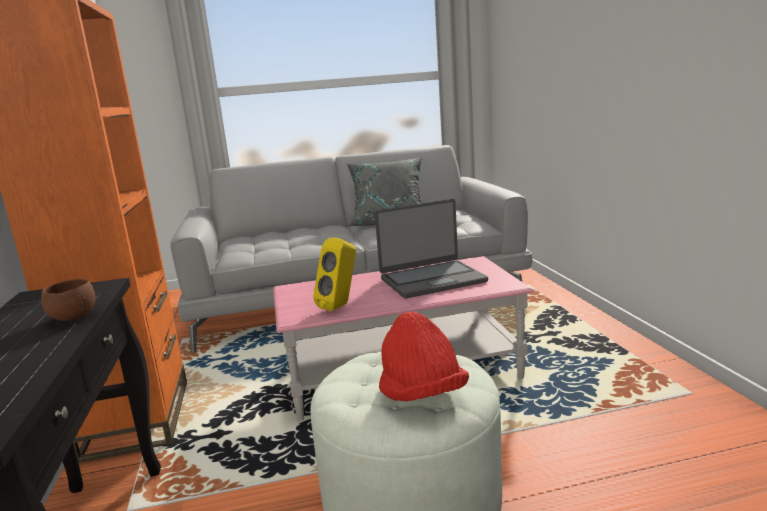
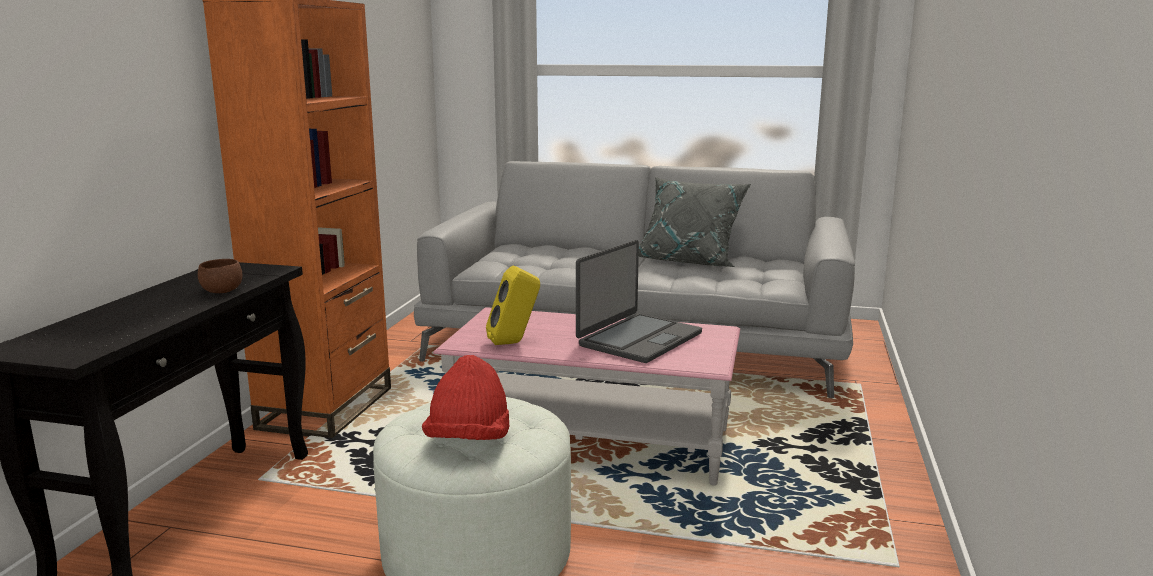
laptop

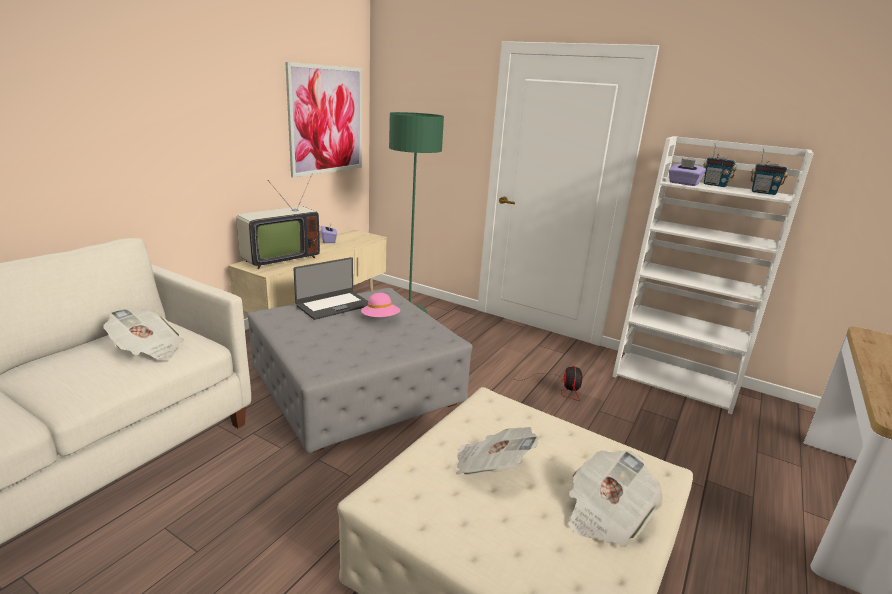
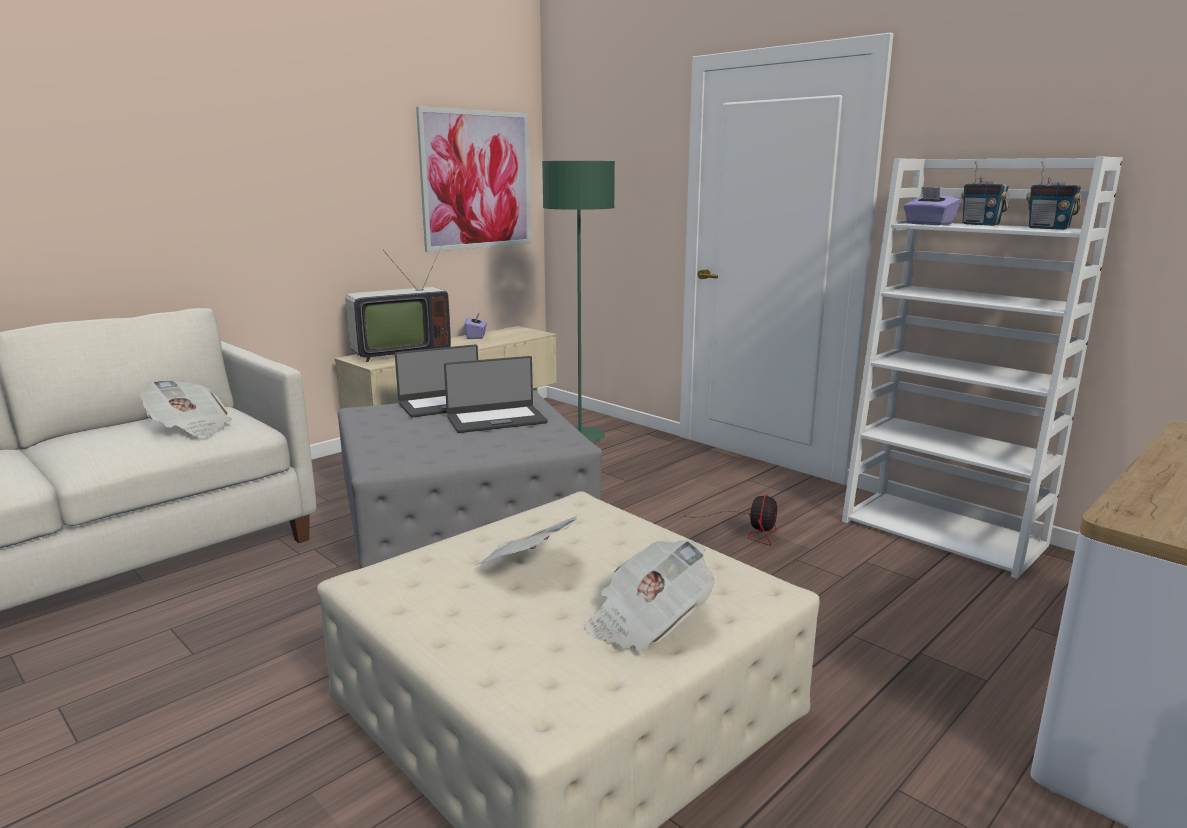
laptop (no. 2 from left)

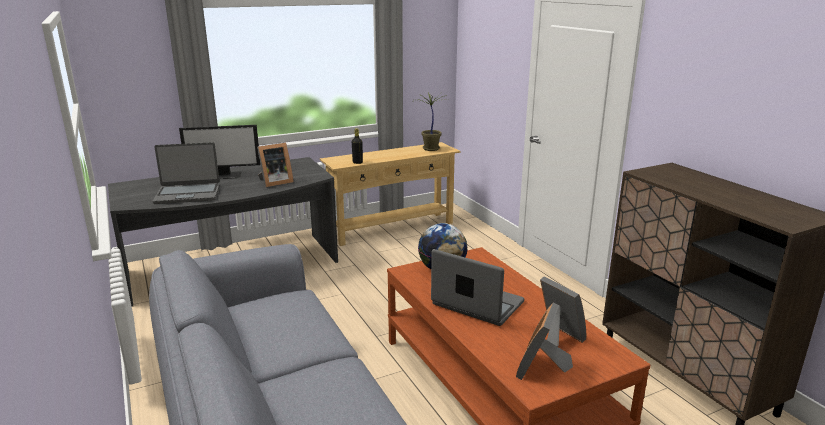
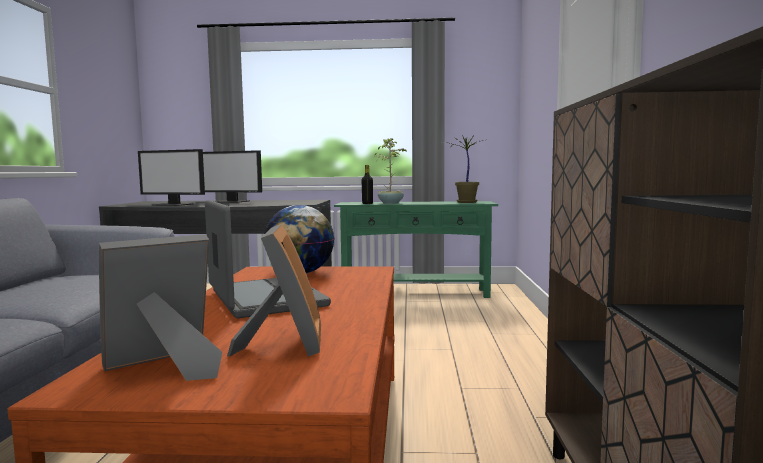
monitor (no. 1 from left)
console table in green
picture frame (no. 1 from left in the first image)
potted plant (no. 1 from left)

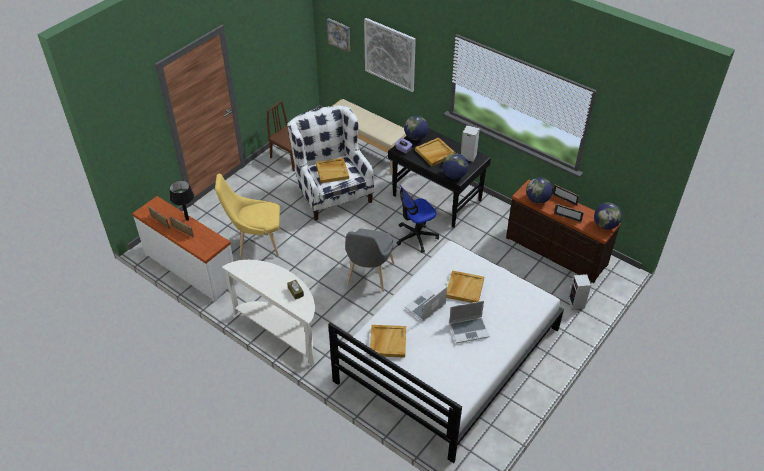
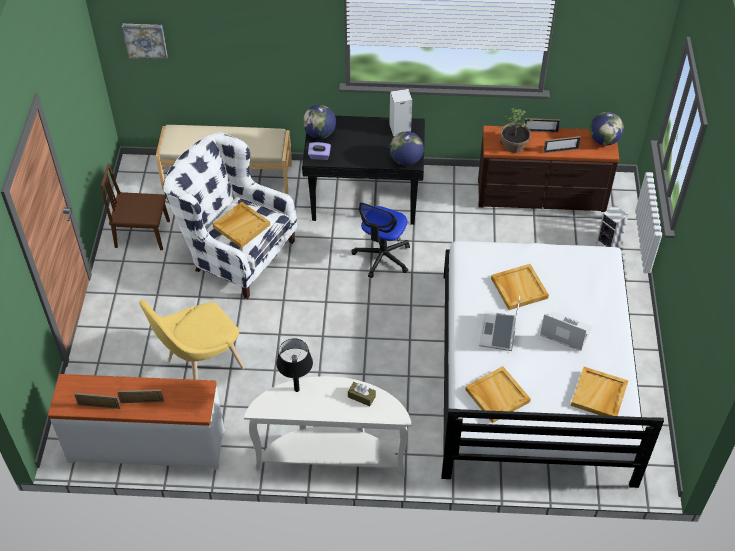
picture (no. 2 from left in the first image)
tray in beige (no. 4 from left)
potted plant
table lamp in black
chair in grey
laptop (no. 2 from left)

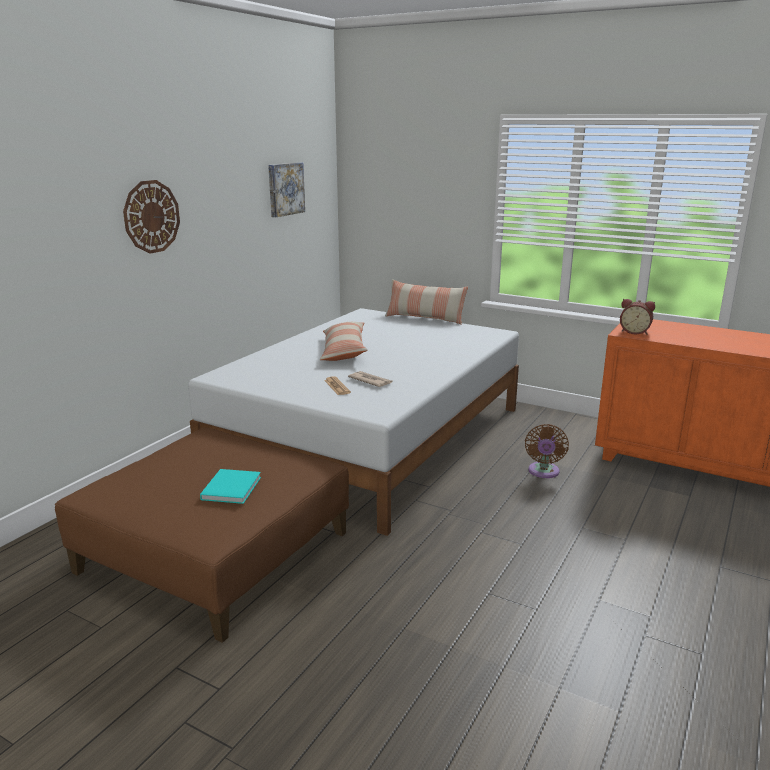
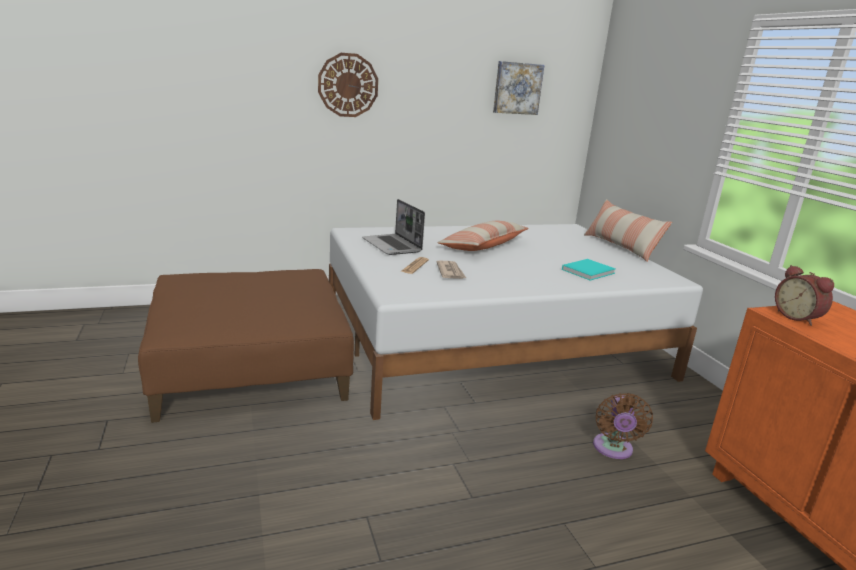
fan in brown
book in turquoise
laptop

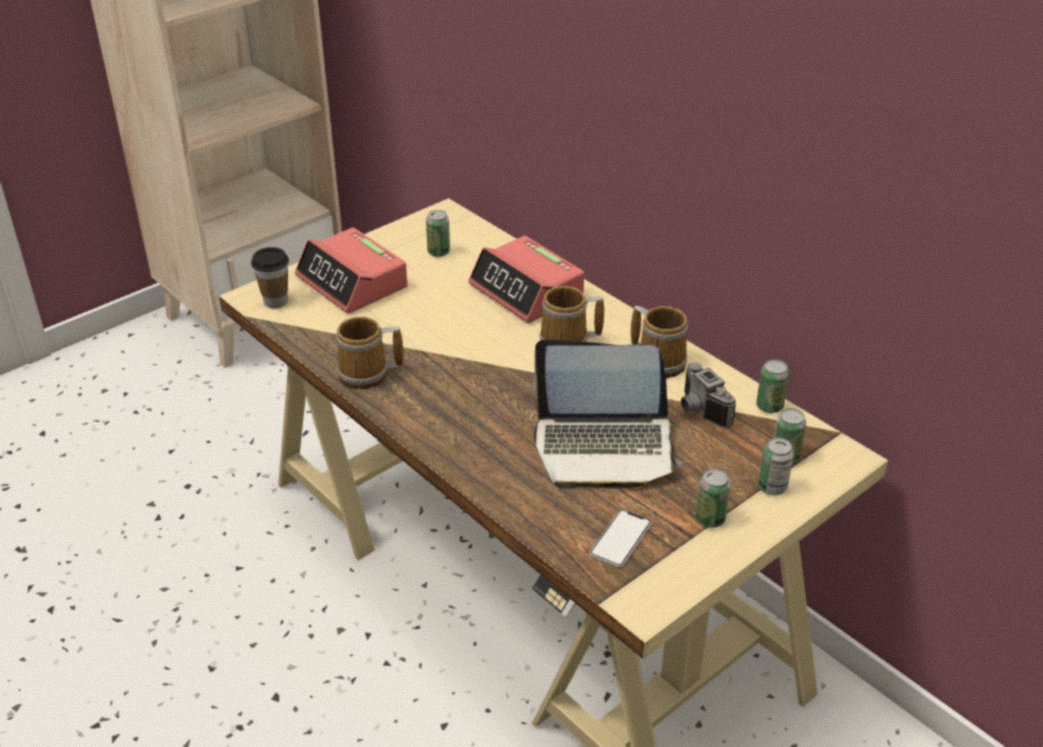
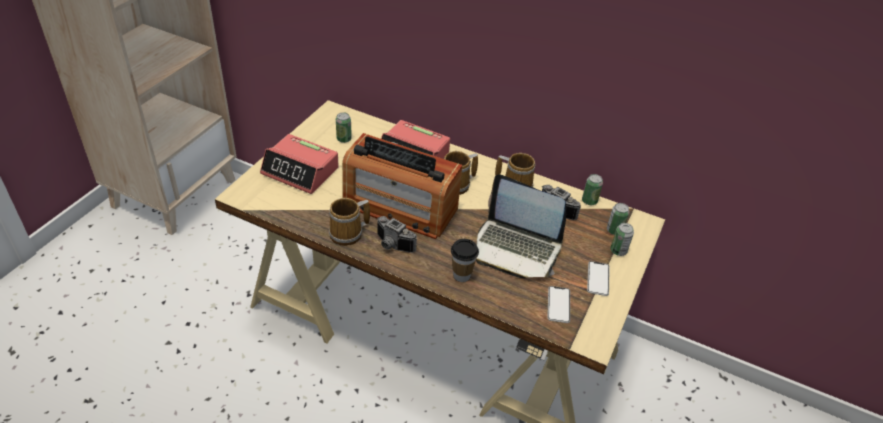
cup
laptop
phone (no. 2 from left)
radio
photo camera (no. 1 from left)

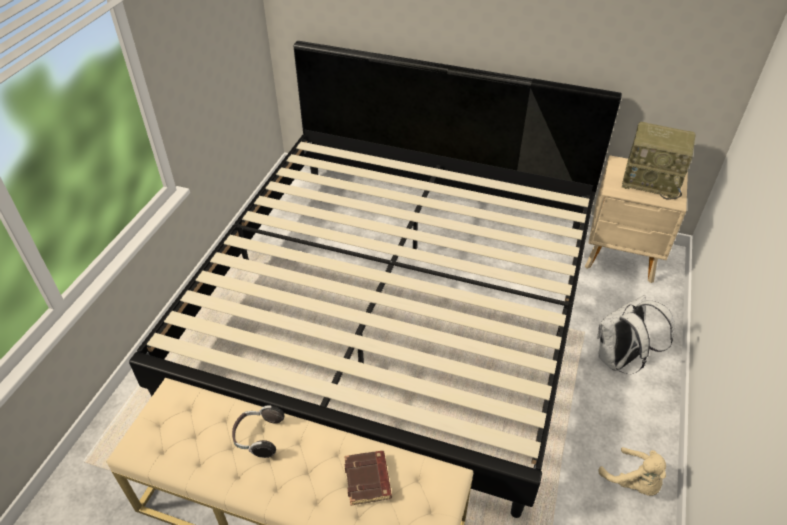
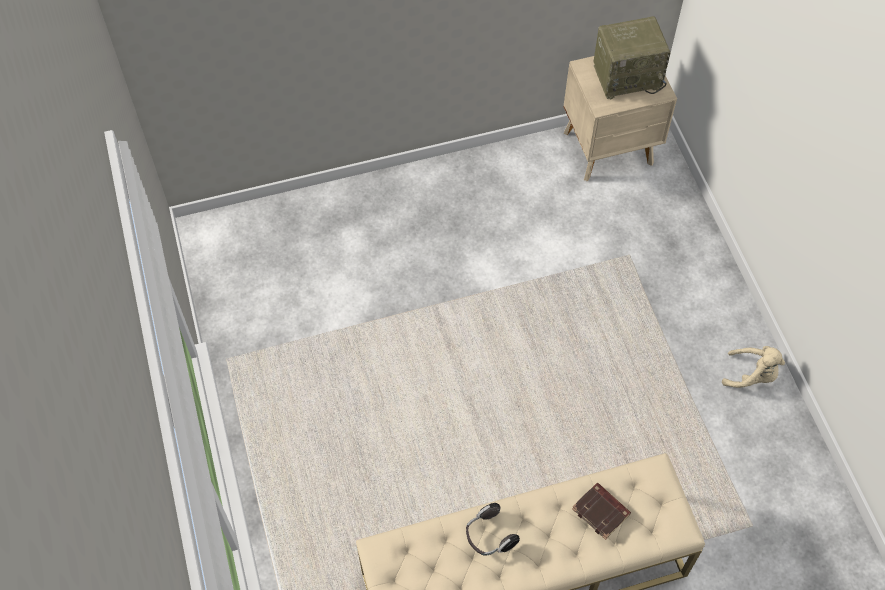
bed
backpack in white

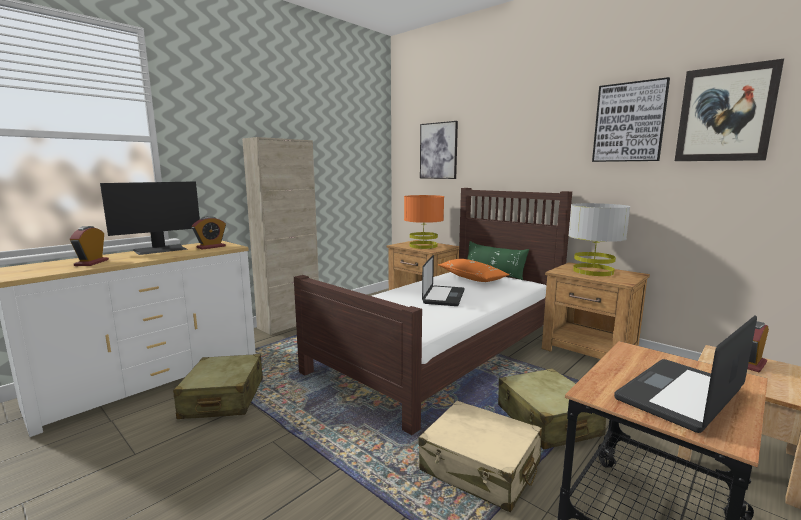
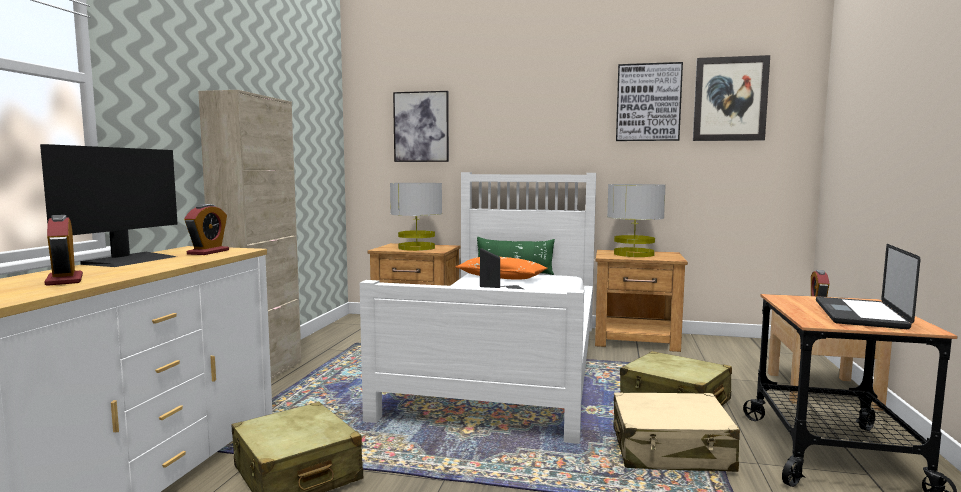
bed in white
table lamp in grey (no. 1 from left)

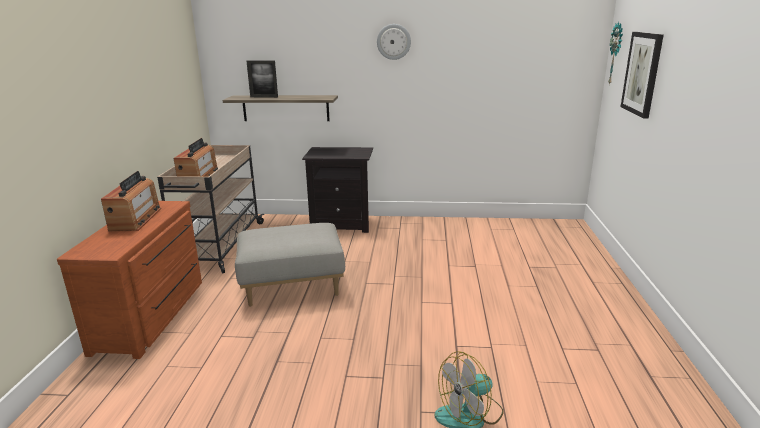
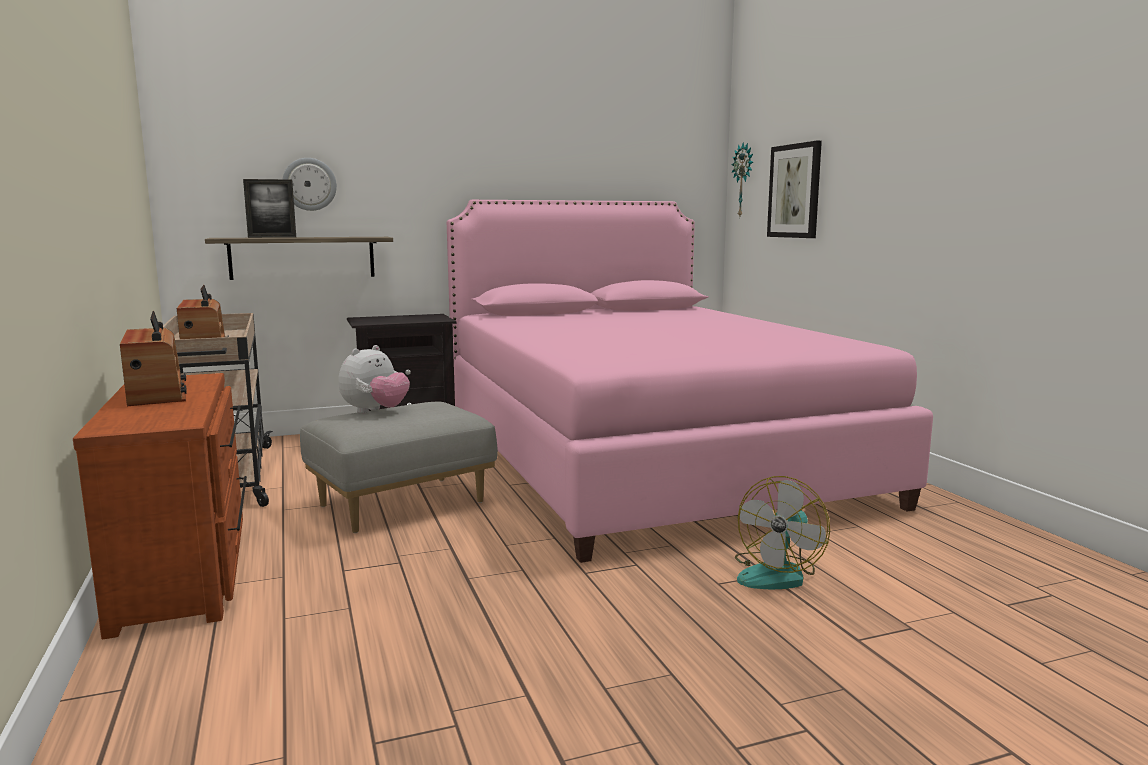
wall clock (no. 1 from left)
bed in pink
plush toy

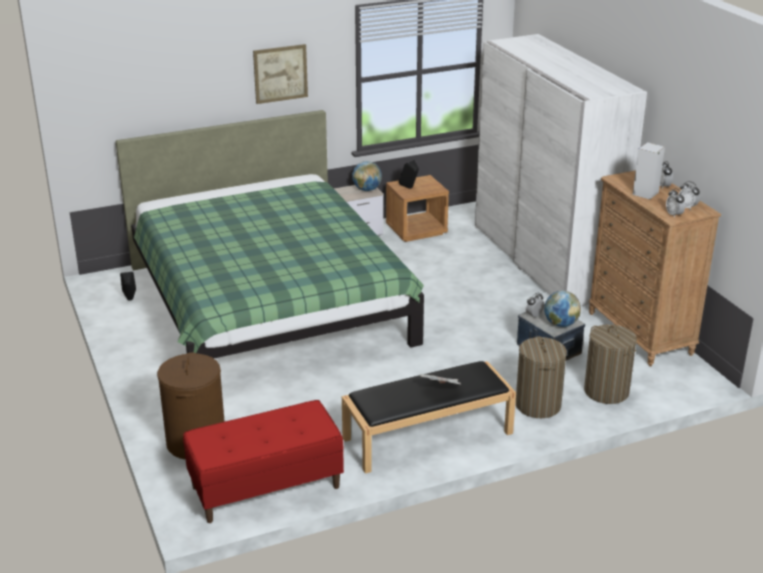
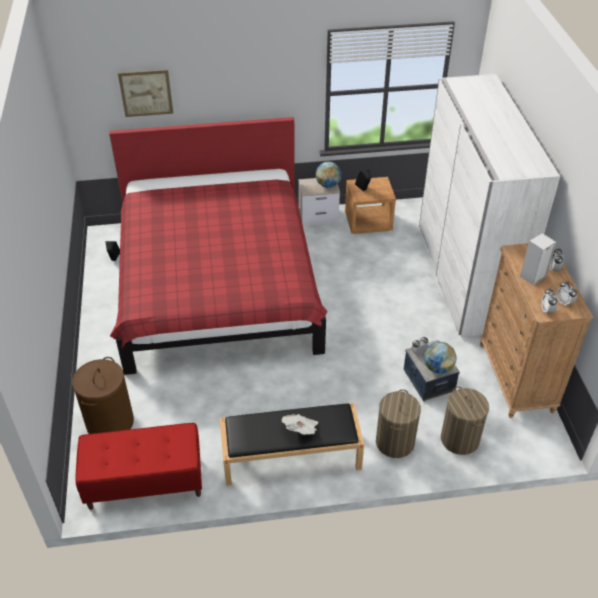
picture
bed in red

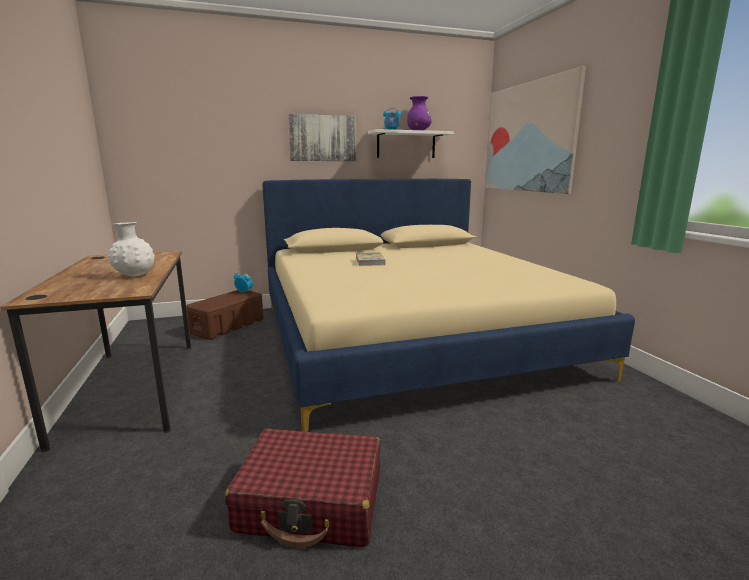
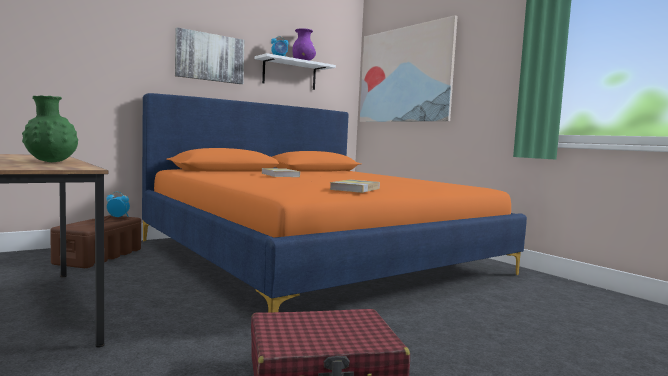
bed in orange
vase in green
book (no. 2 from left)

